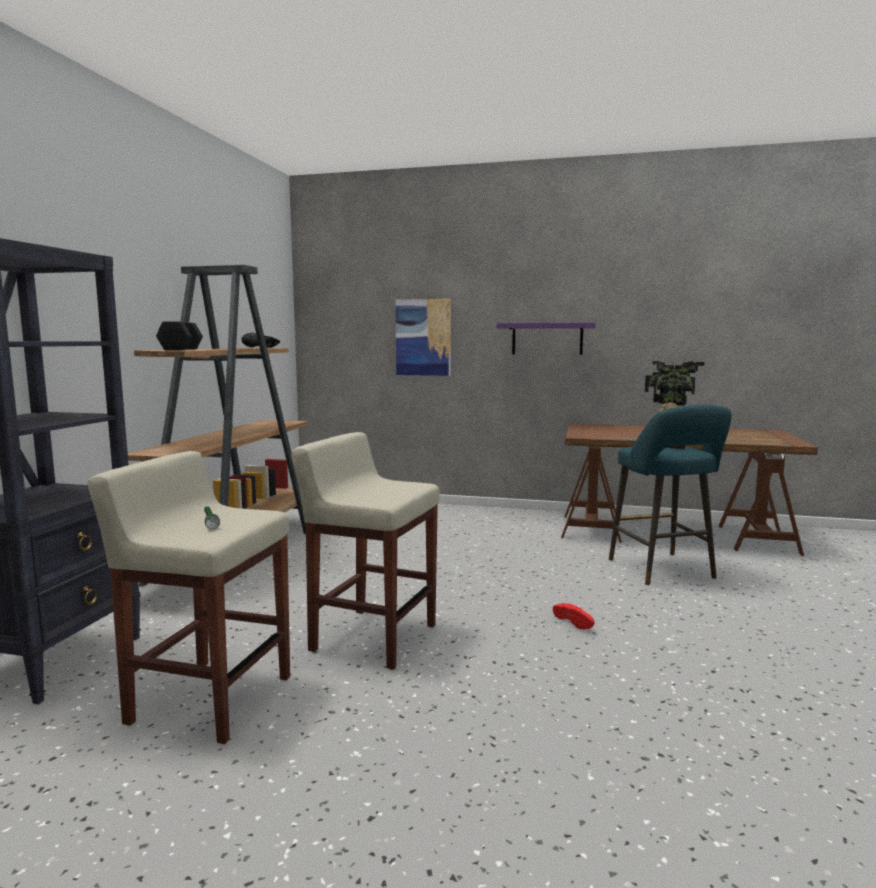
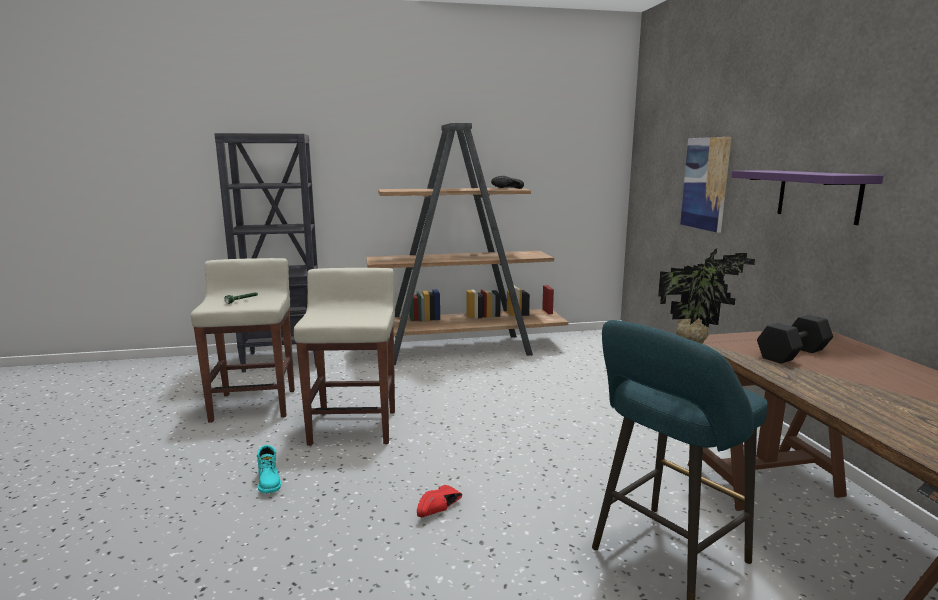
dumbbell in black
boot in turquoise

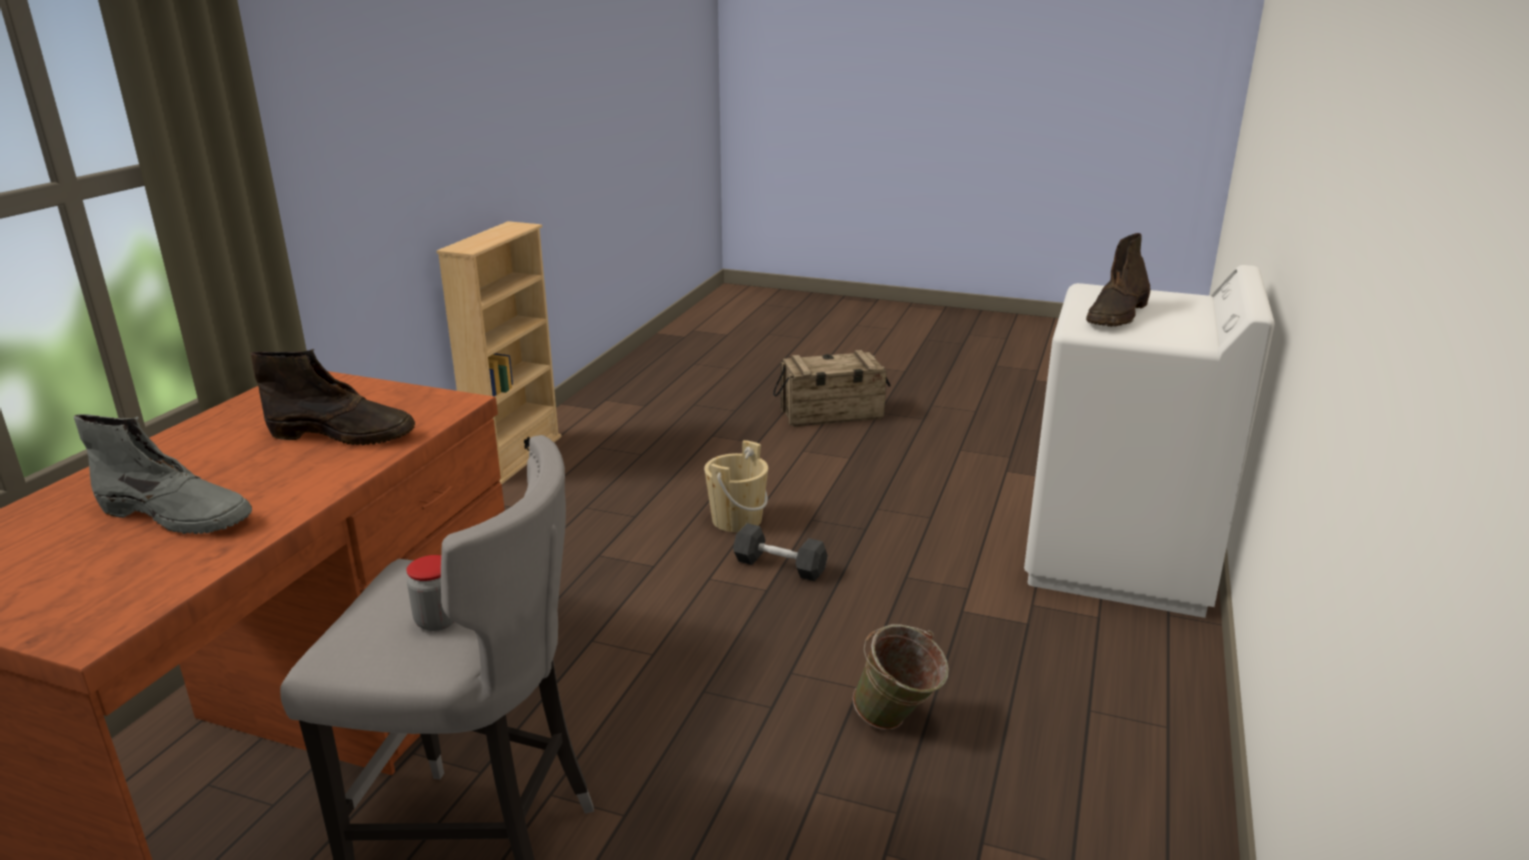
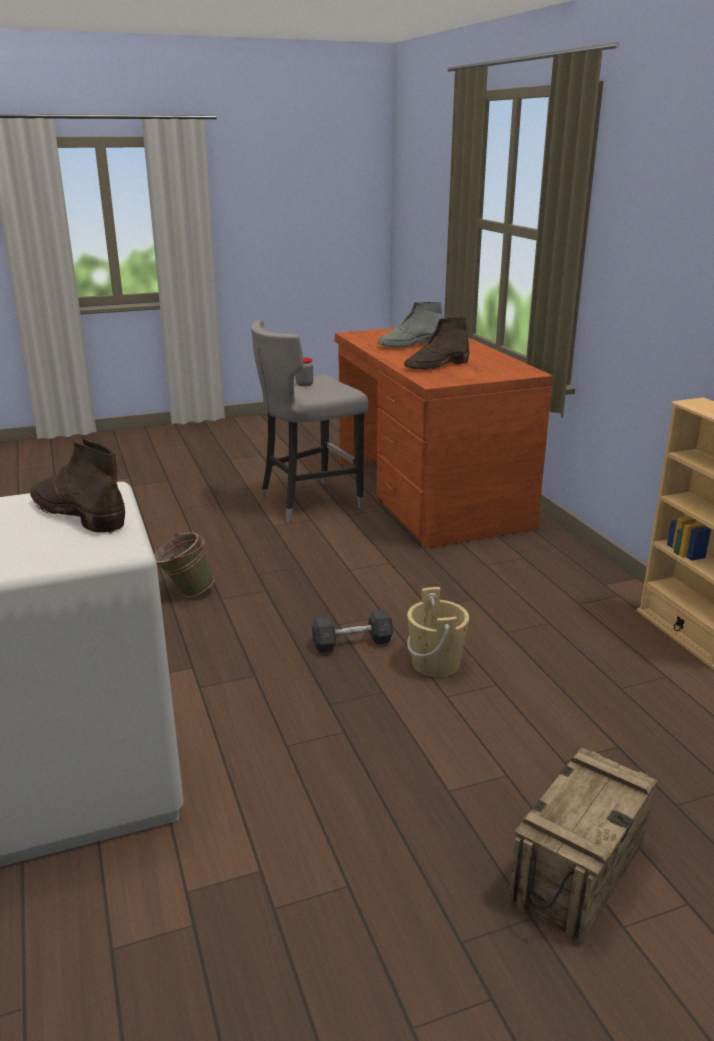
boot in brown (no. 1 from left)

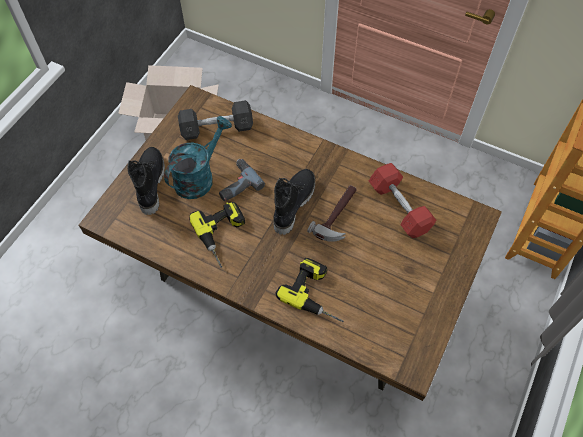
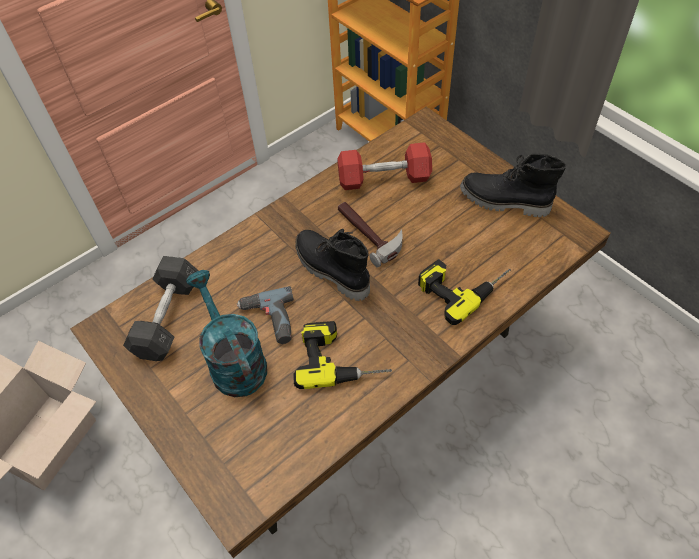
boot in black (no. 2 from left)

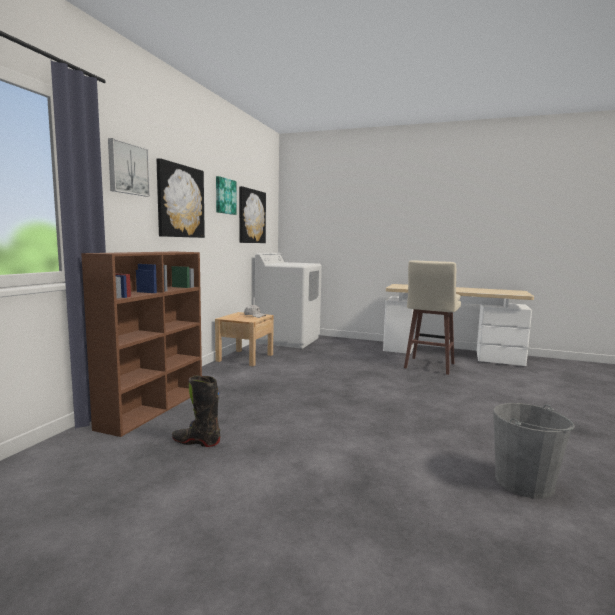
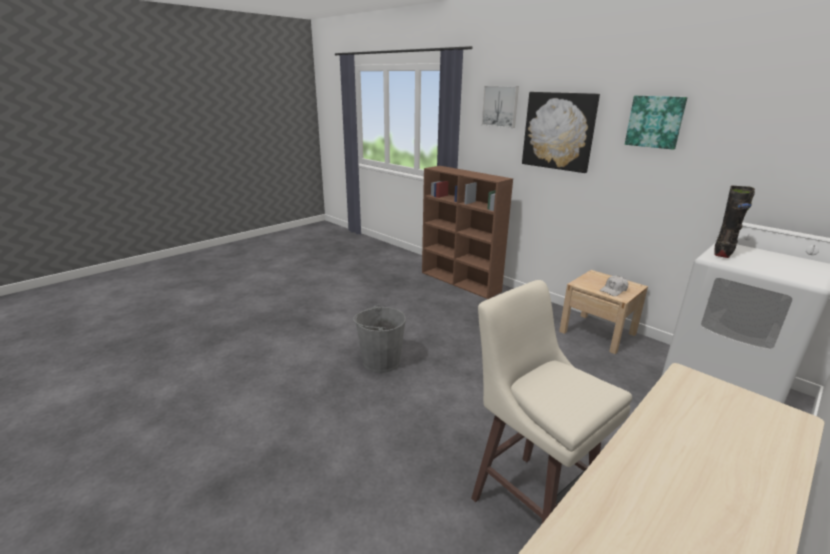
picture (no. 4 from left in the first image)
boot in black
bucket in grey

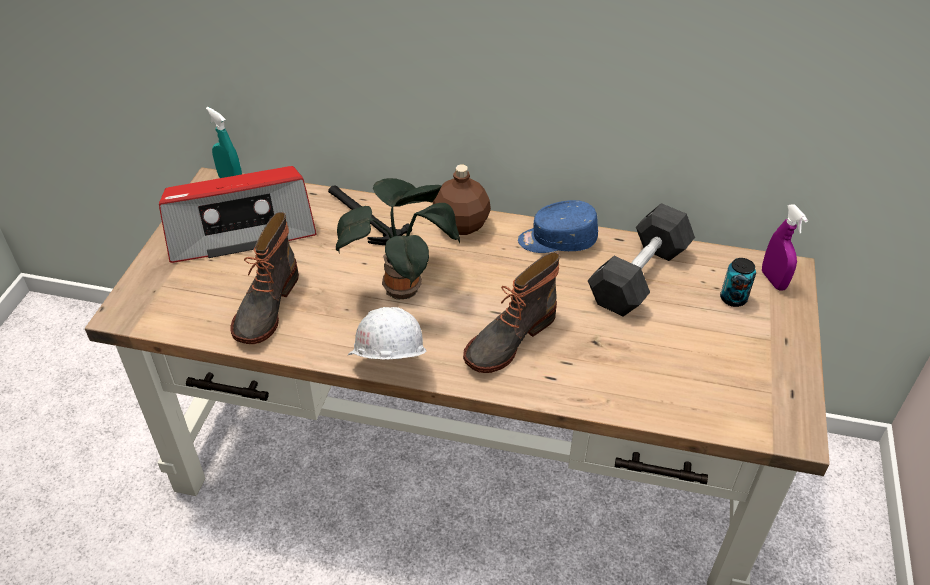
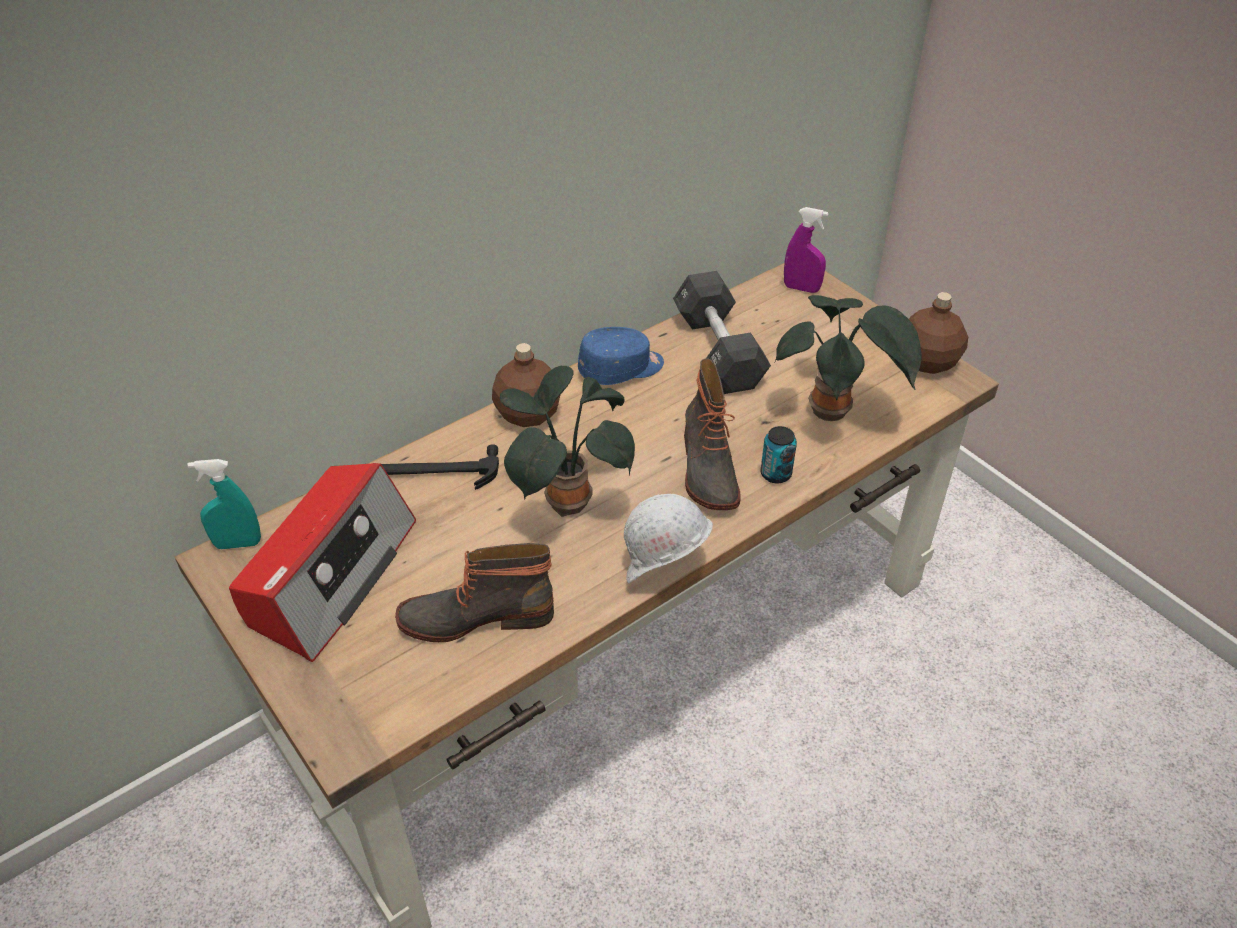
cap in blue
boot (no. 1 from left)
can
bottle in brown (no. 2 from left)
potted plant (no. 2 from left)

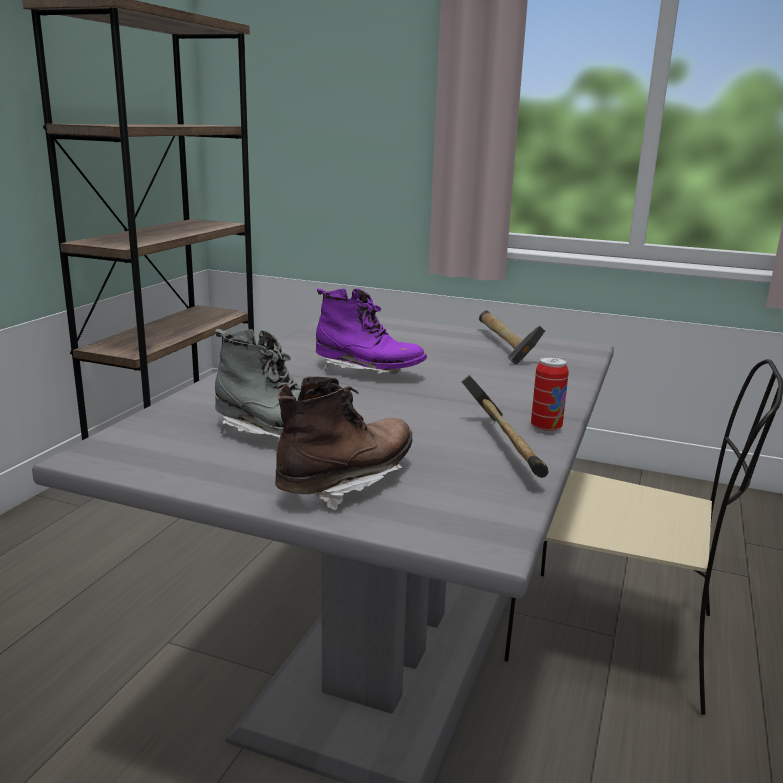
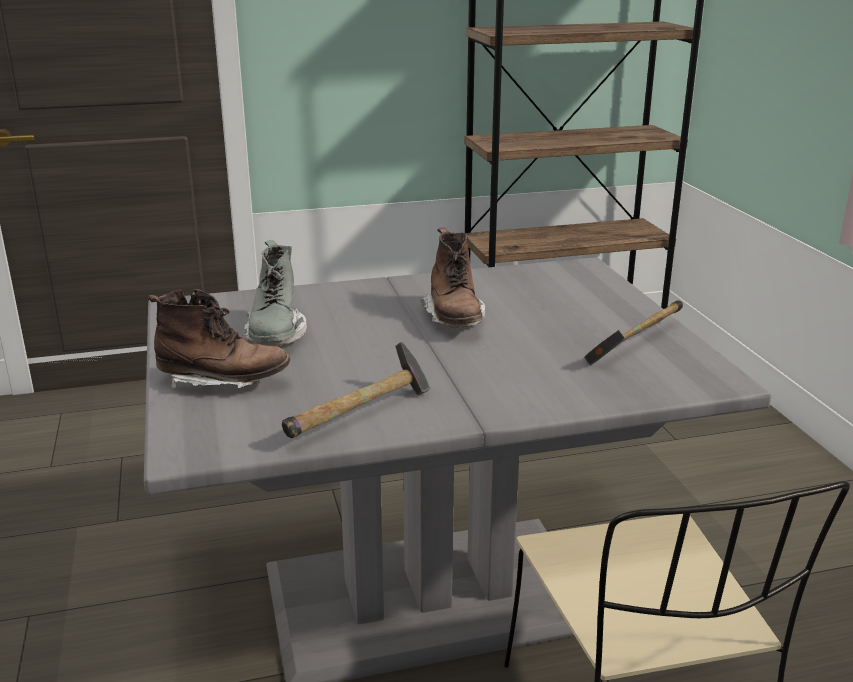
boot in brown (no. 2 from left)
can

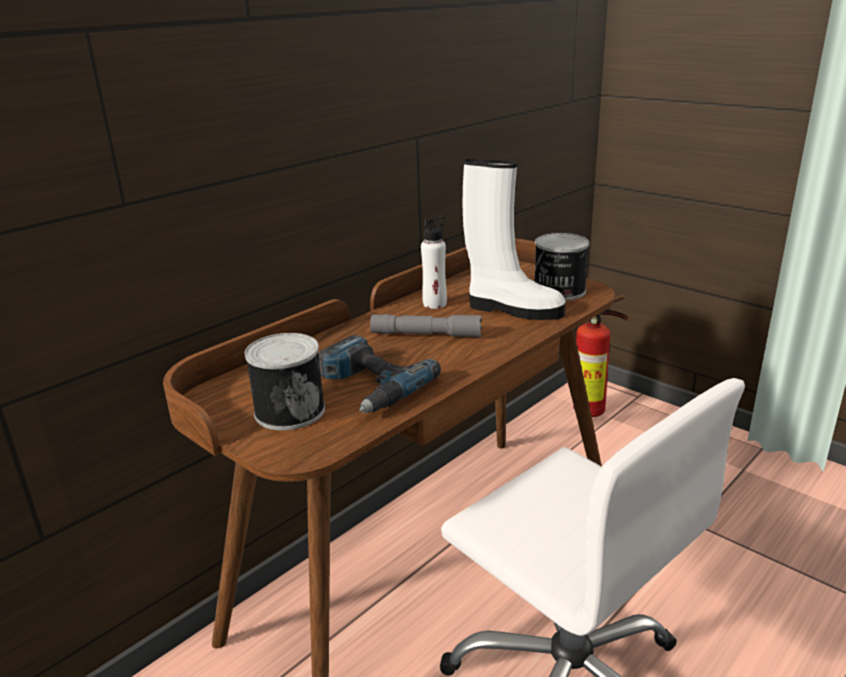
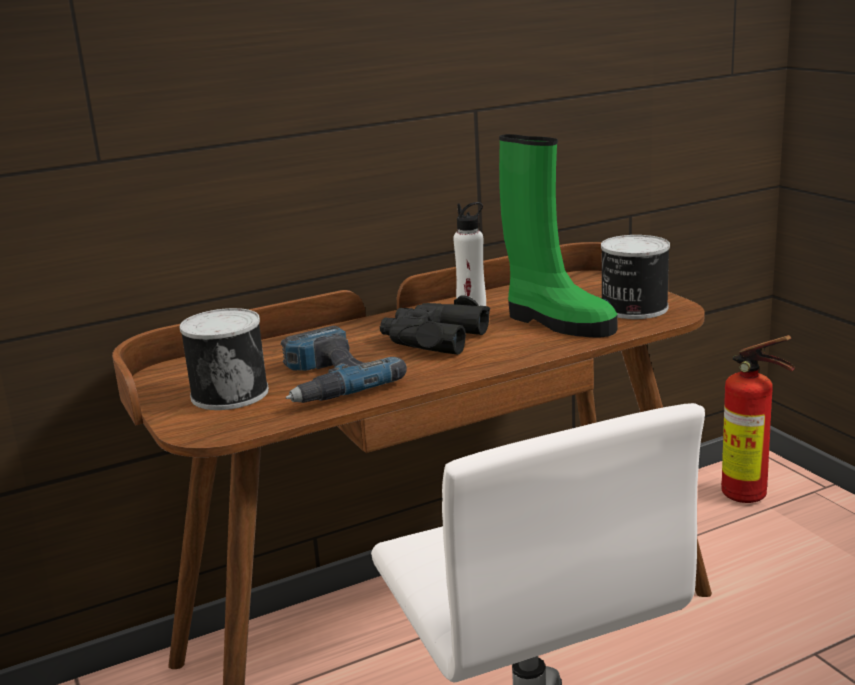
boot in green
binoculars in black

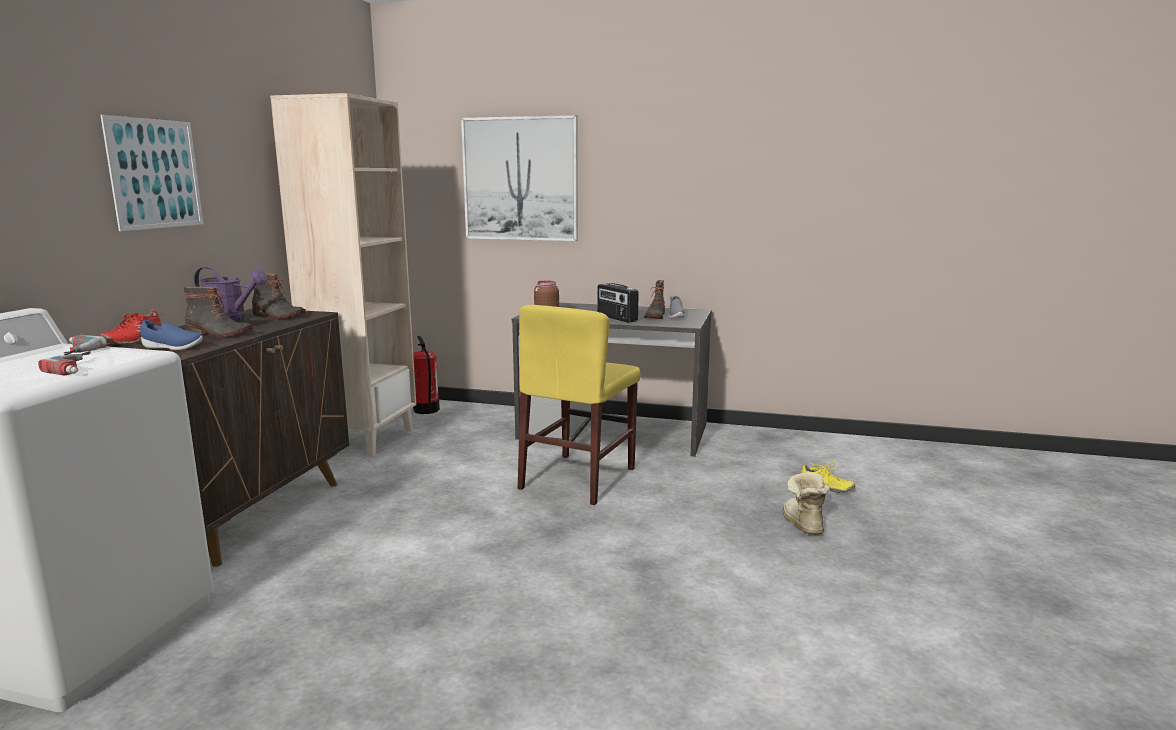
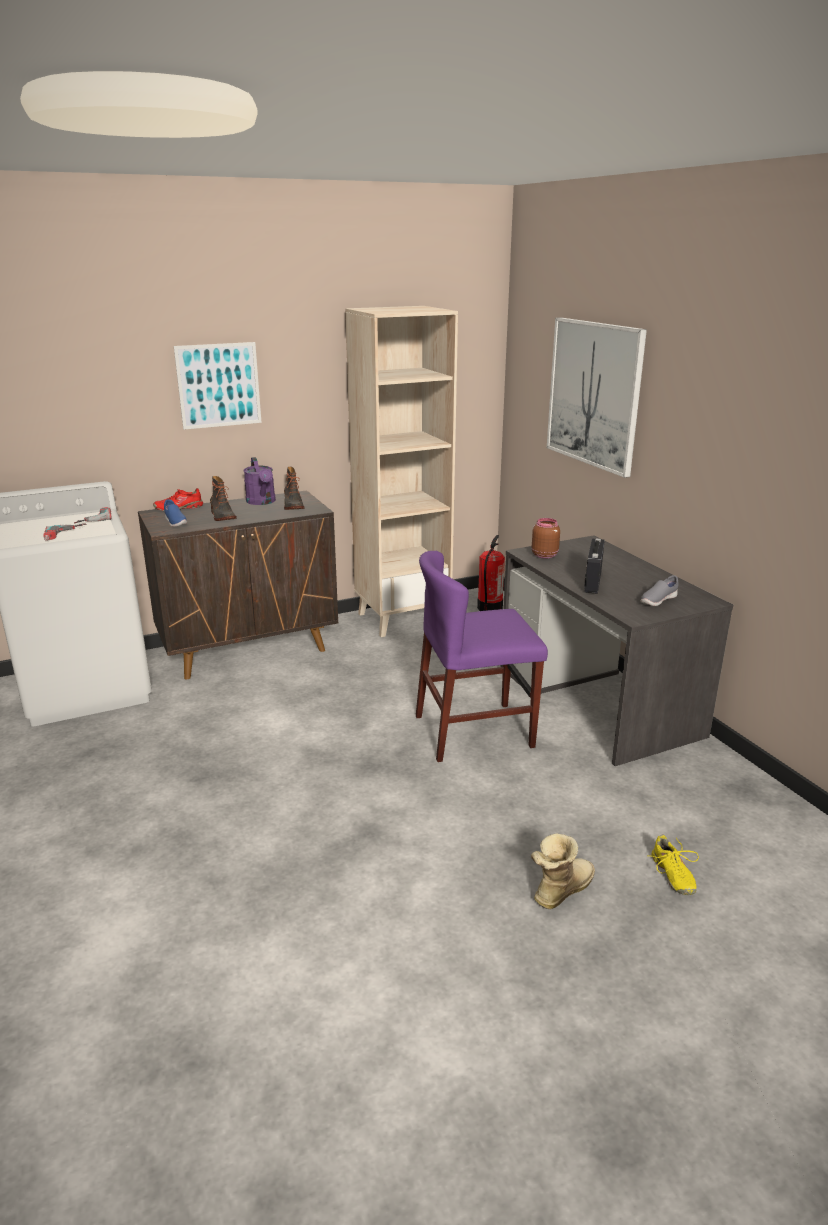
boot (no. 3 from left in the first image)
chair in purple

